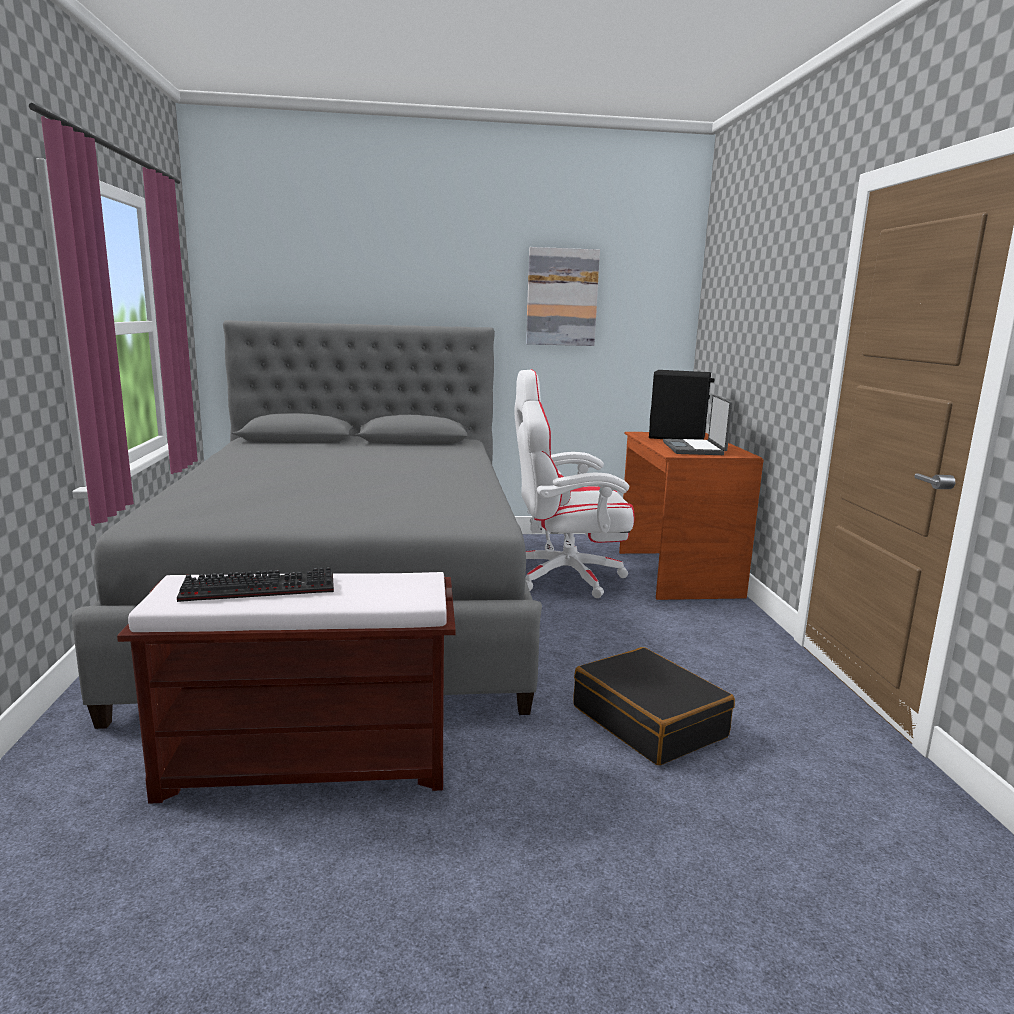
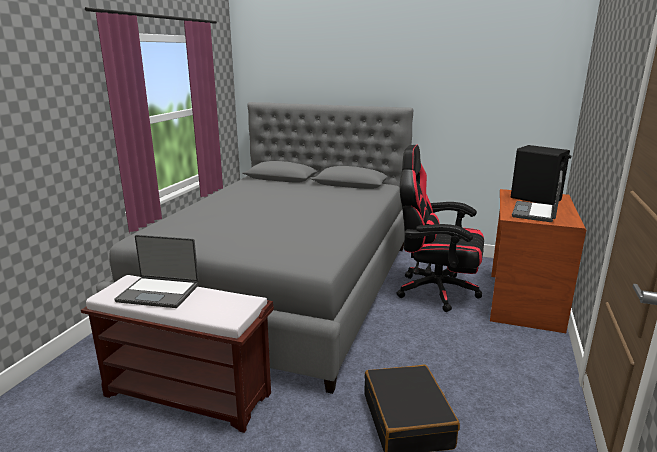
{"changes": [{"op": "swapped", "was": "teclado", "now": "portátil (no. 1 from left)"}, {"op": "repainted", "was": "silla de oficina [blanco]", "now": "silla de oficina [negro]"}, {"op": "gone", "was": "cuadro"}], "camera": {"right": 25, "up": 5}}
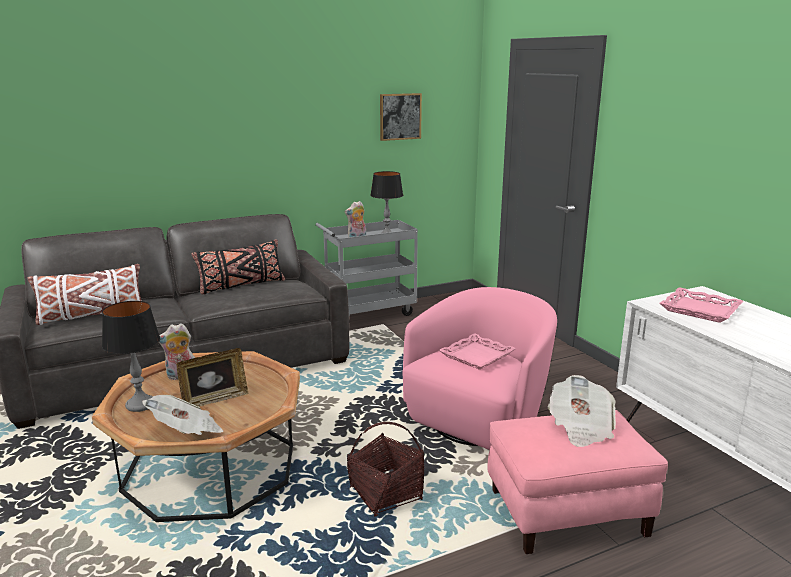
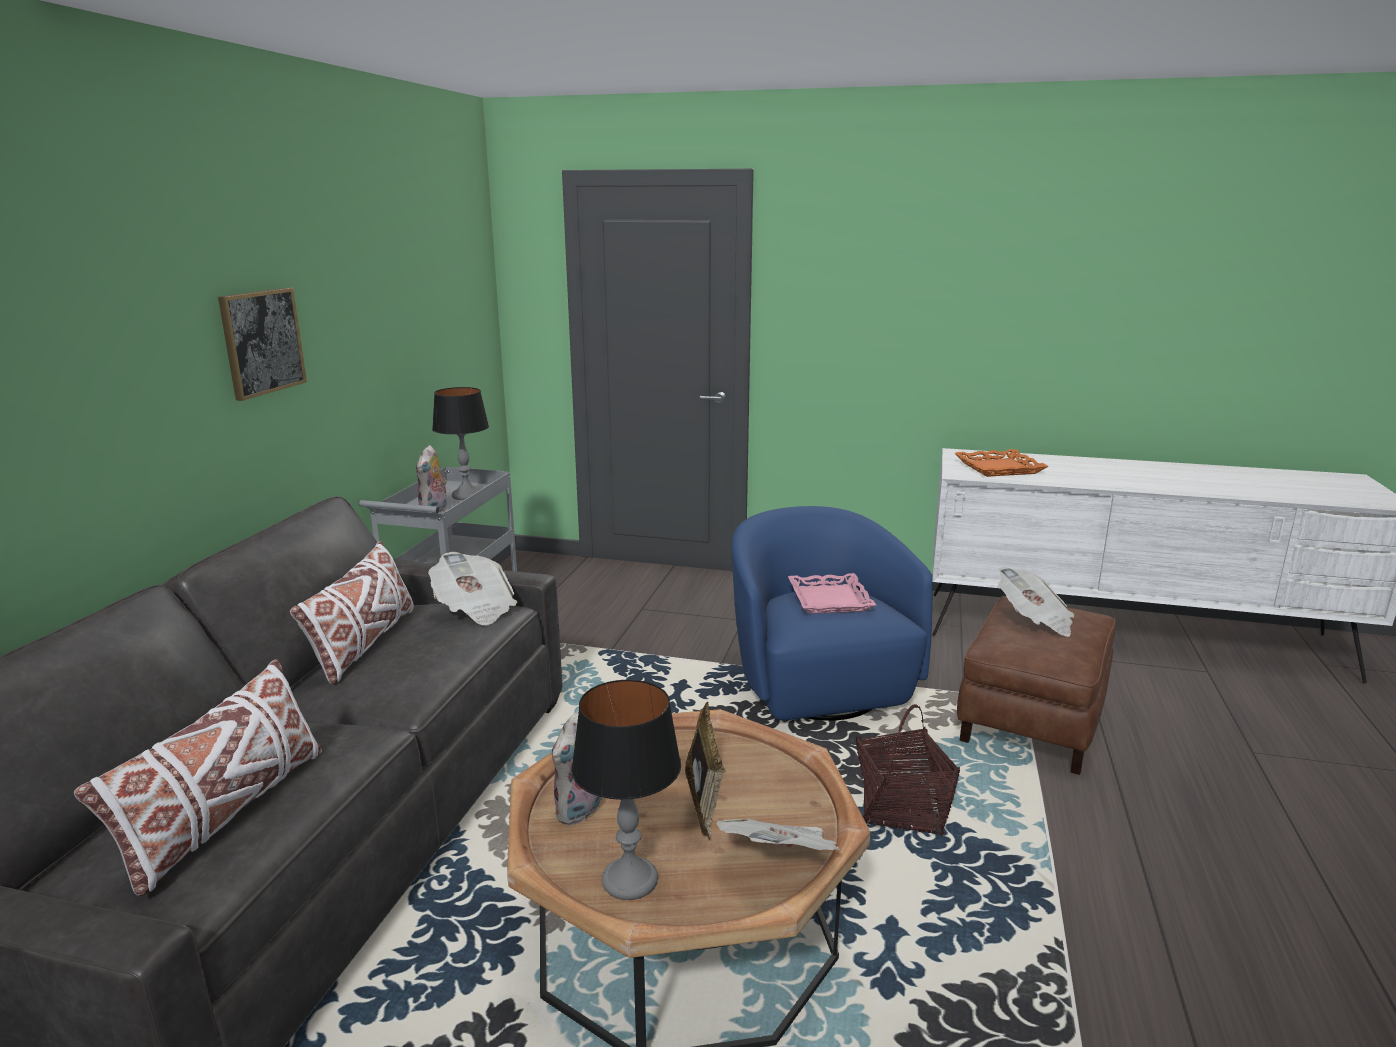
{"changes": [{"op": "shifted", "was": "cuadro"}, {"op": "repainted", "was": "cojín [negro]", "now": "cojín [blanco] (no. 2 from left)"}, {"op": "new", "now": "periódico (no. 1 from left)"}, {"op": "repainted", "was": "sillón [rosa]", "now": "sillón [azul]"}, {"op": "repainted", "was": "bandeja [rosa] (no. 2 from left)", "now": "bandeja [naranja]"}, {"op": "repainted", "was": "puf [rosa]", "now": "puf [marrón]"}], "camera": {"right": -50, "up": 0}}
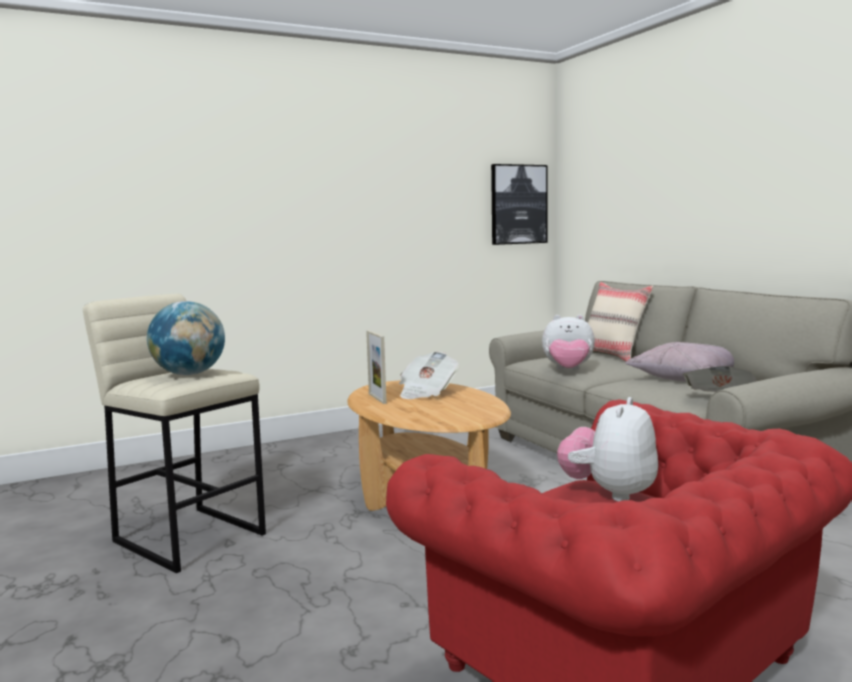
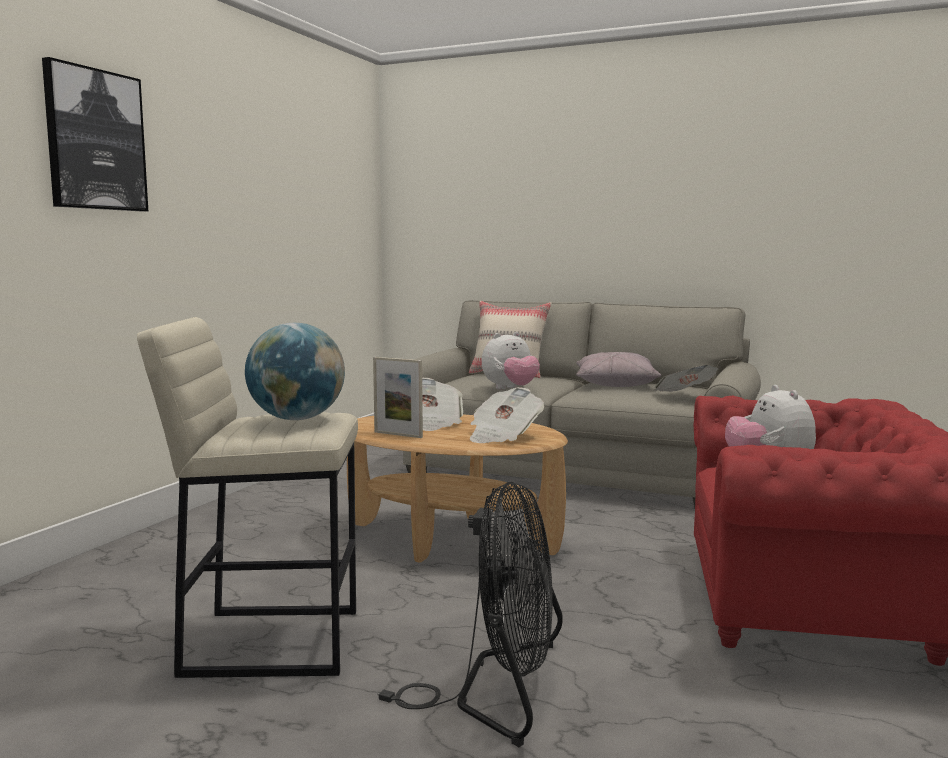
{"changes": [{"op": "shifted", "was": "cuadro"}, {"op": "new", "now": "ventilador [negro]"}, {"op": "new", "now": "periódico (no. 2 from left)"}], "camera": {"right": -40, "up": 0}}
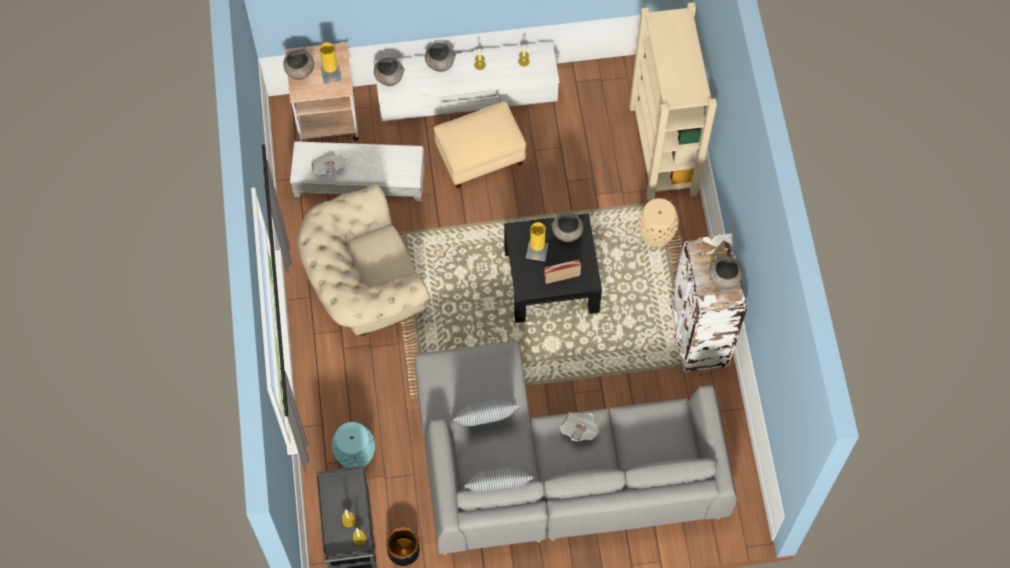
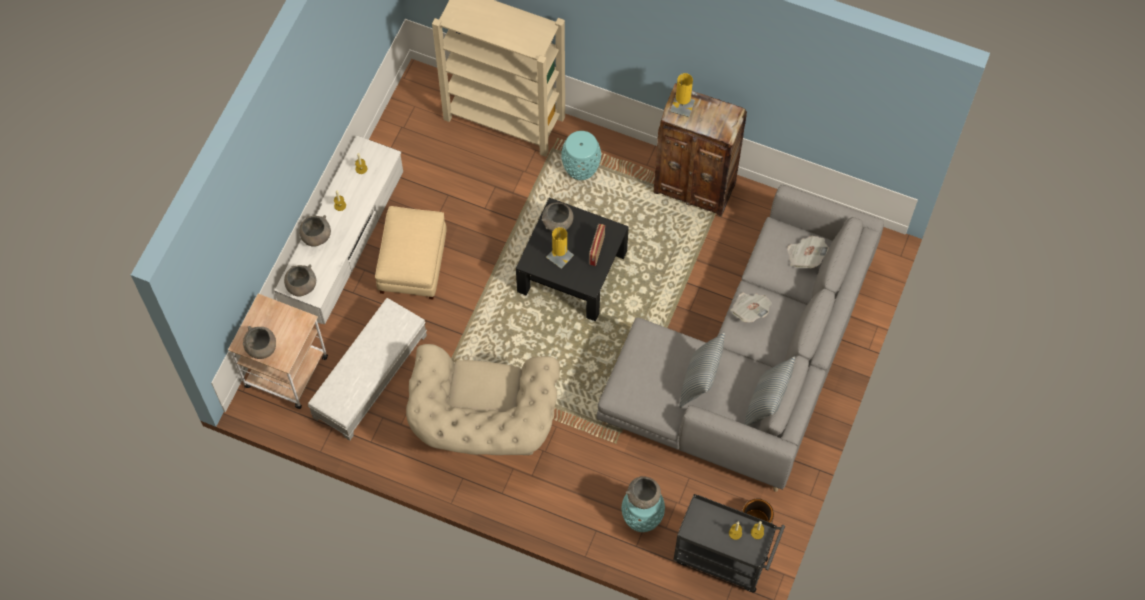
{"changes": [{"op": "repainted", "was": "taburete [beis]", "now": "taburete [turquesa] (no. 1 from left)"}, {"op": "shifted", "was": "cuenco [gris] (no. 5 from left)"}, {"op": "repainted", "was": "armario [blanco]", "now": "armario [marrón]"}, {"op": "shifted", "was": "lámpara de mesa [amarillo] (no. 1 from left in the first image)", "now": "lámpara de mesa [amarillo] (no. 2 from left)"}, {"op": "shifted", "was": "periódico (no. 1 from left in the first image)", "now": "periódico (no. 2 from left)"}], "camera": {"right": -60, "up": 0}}
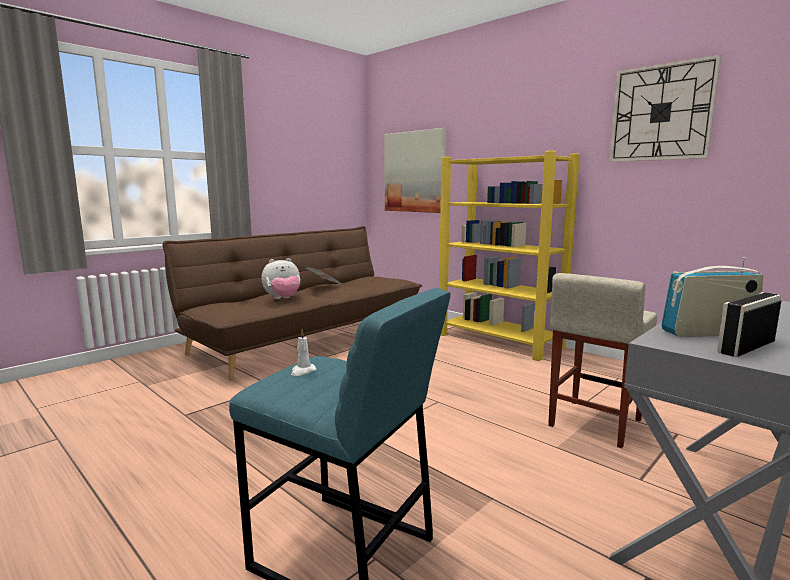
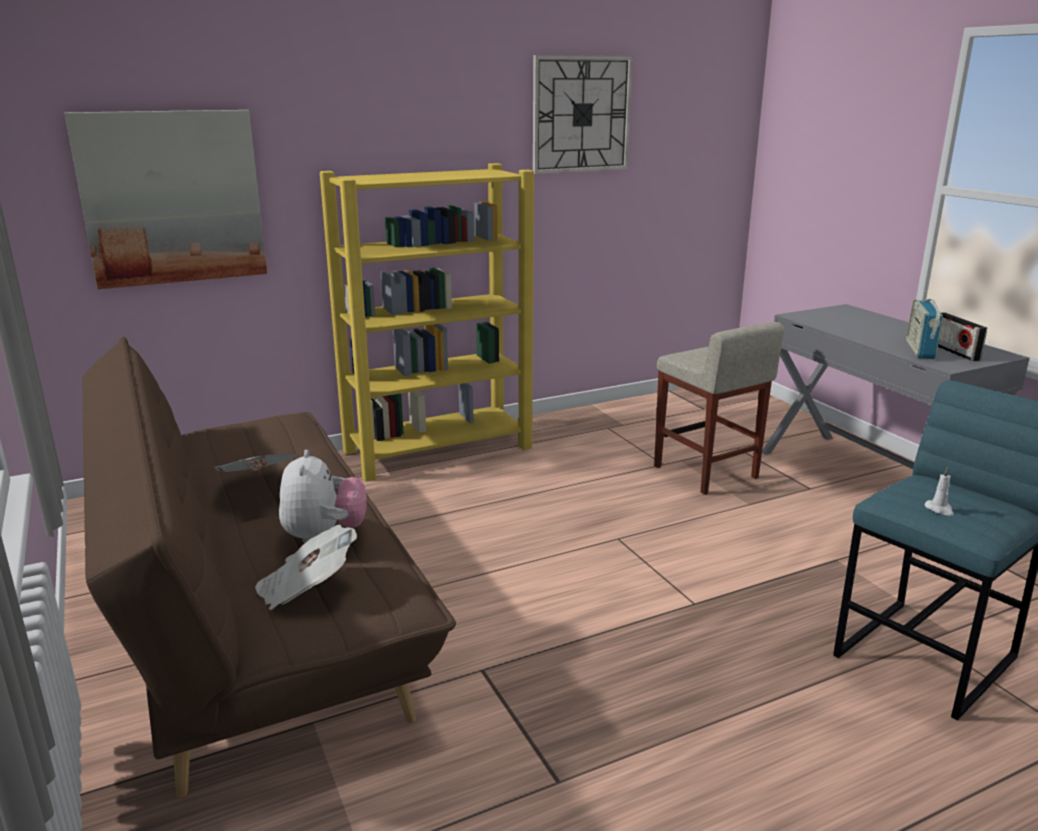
{"changes": [{"op": "new", "now": "periódico (no. 2 from left)"}], "camera": {"right": -70, "up": 10}}
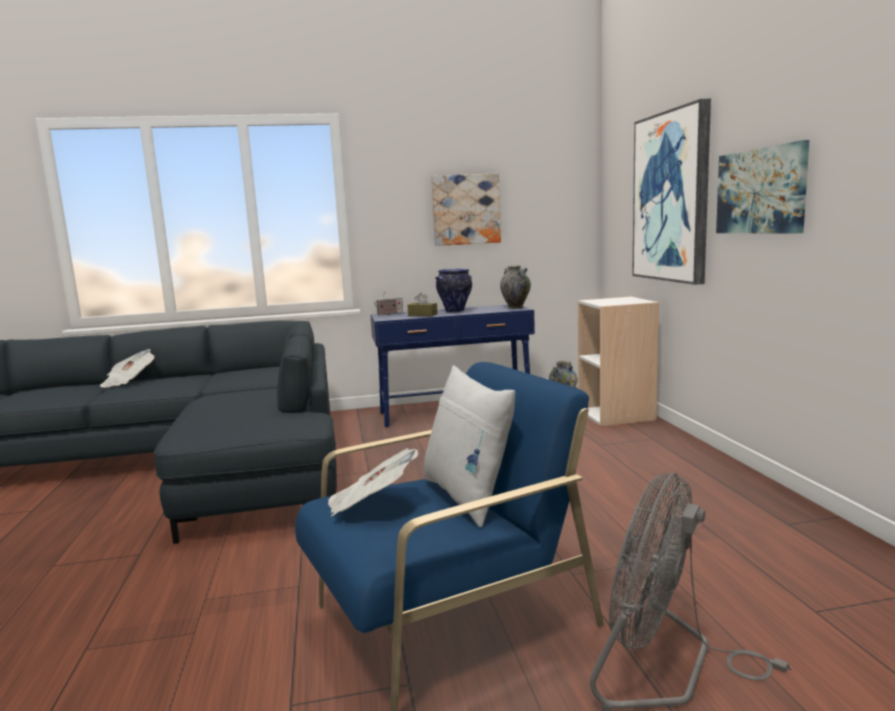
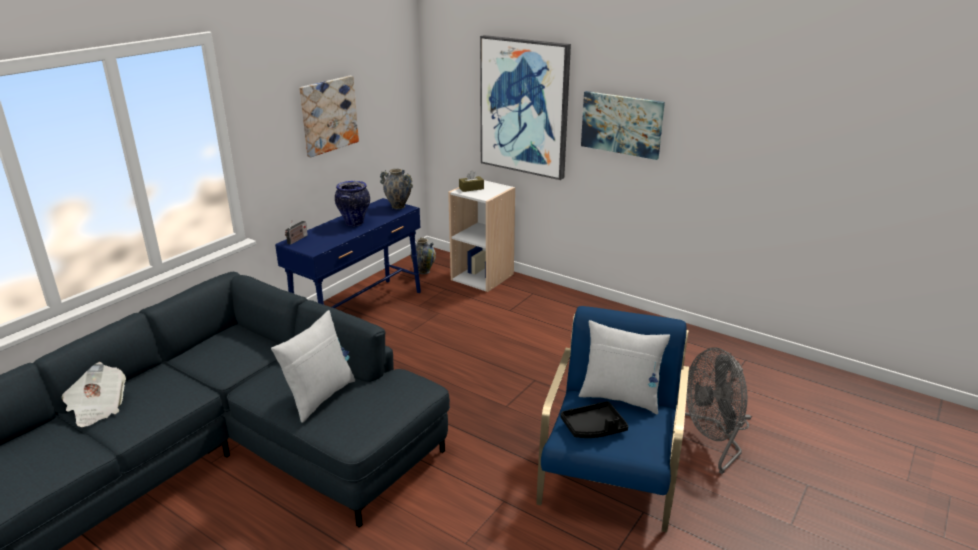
{"changes": [{"op": "new", "now": "cojín [gris] (no. 1 from left)"}, {"op": "shifted", "was": "caja de pañuelos [marrón]"}, {"op": "swapped", "was": "periódico (no. 2 from left)", "now": "bandeja [negro]"}], "camera": {"right": -45, "up": 15}}
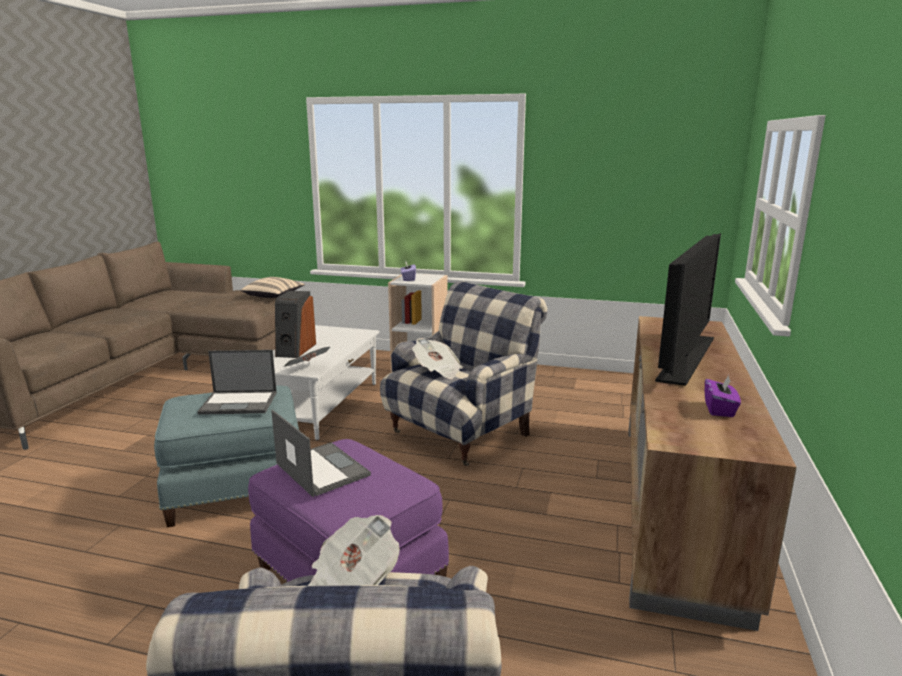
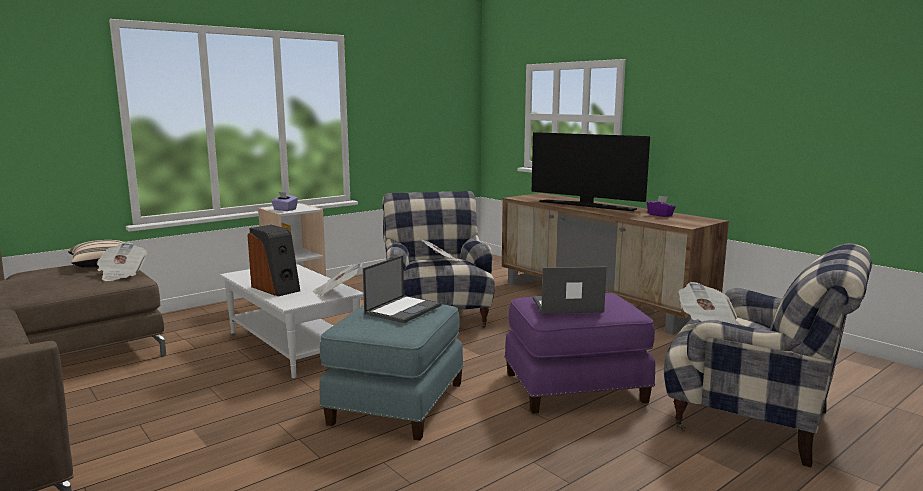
{"changes": [{"op": "new", "now": "periódico (no. 1 from left)"}, {"op": "rotated", "was": "televisor", "clockwise": 150}], "camera": {"right": -55, "up": -5}}
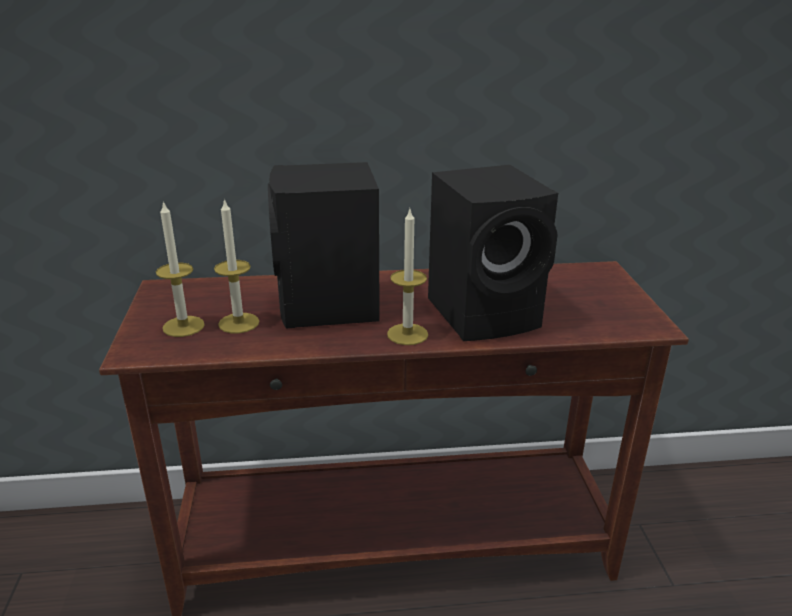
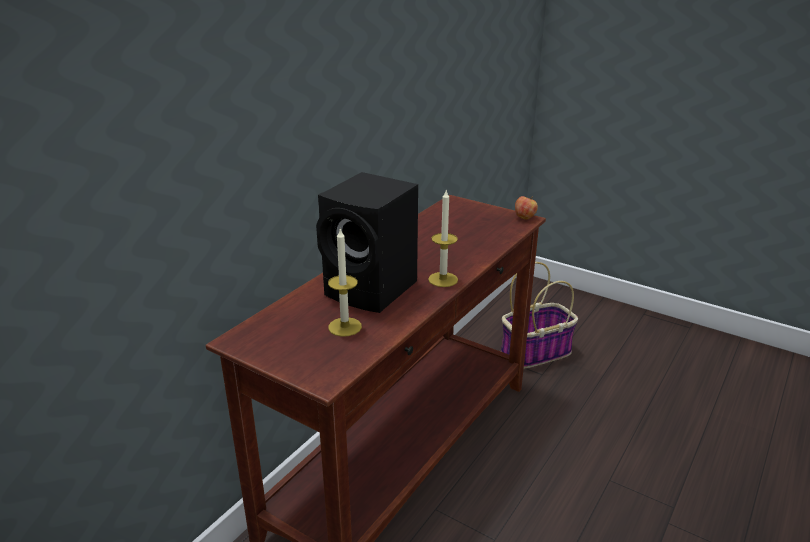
{"changes": [{"op": "new", "now": "cesta"}, {"op": "new", "now": "manzana"}, {"op": "gone", "was": "vela (no. 1 from left)"}, {"op": "gone", "was": "altavoz [negro] (no. 2 from left)"}], "camera": {"right": -50, "up": 0}}
